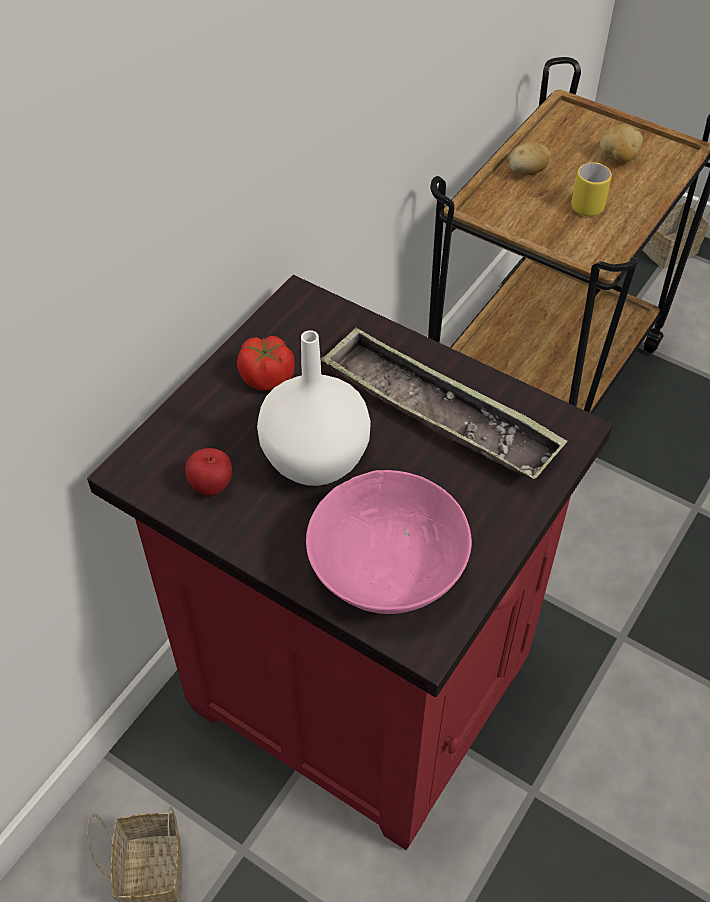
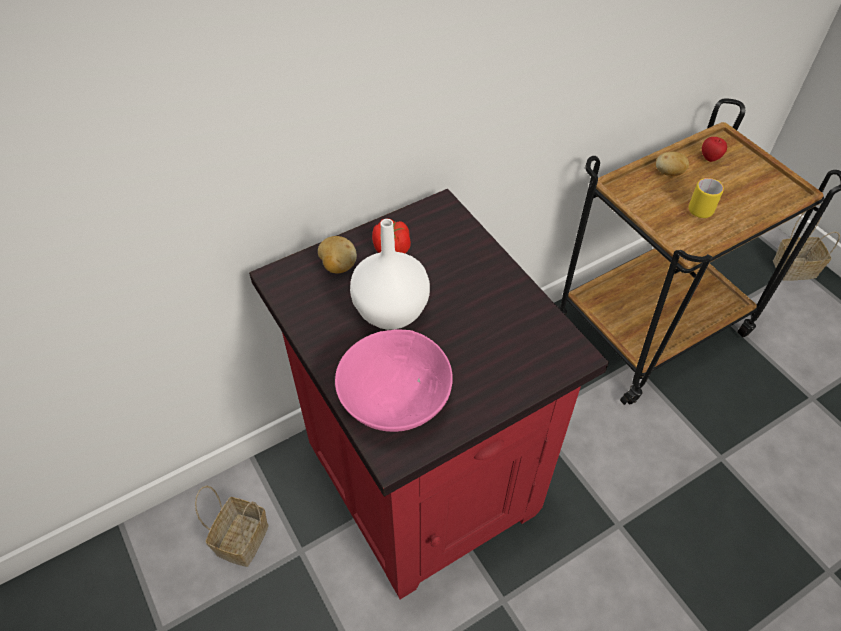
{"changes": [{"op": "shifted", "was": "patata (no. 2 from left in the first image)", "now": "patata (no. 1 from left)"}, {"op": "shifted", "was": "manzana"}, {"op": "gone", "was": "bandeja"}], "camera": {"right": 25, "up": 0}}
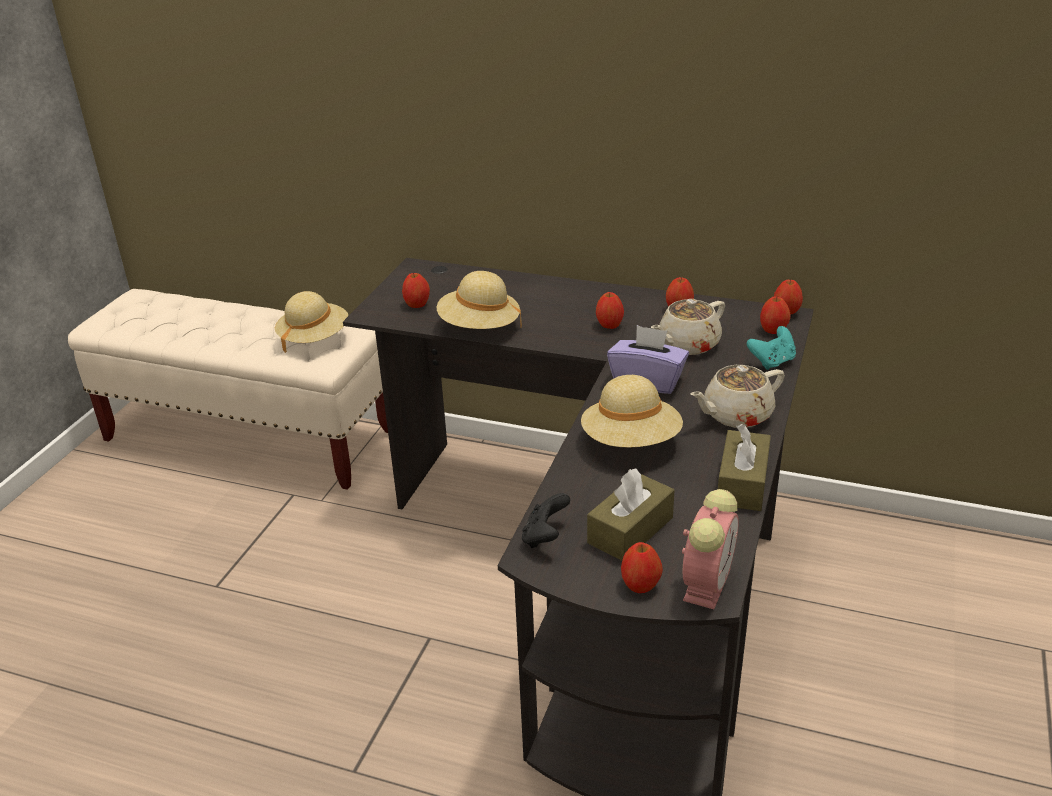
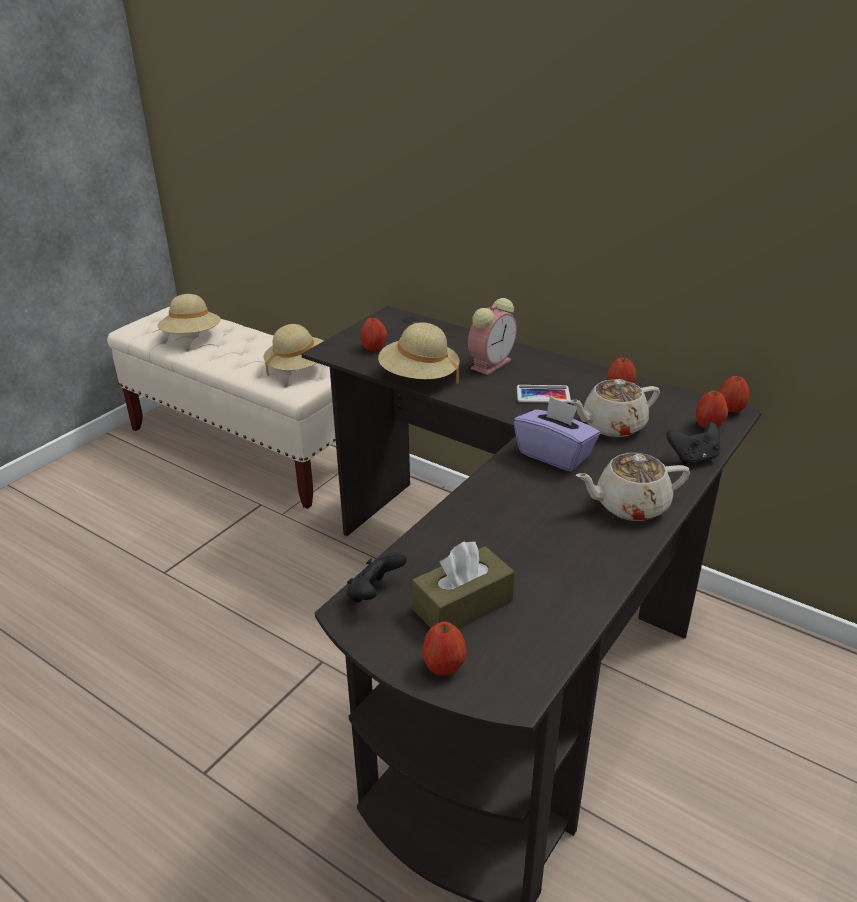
{"changes": [{"op": "shifted", "was": "sombrero [beis] (no. 3 from left in the first image)", "now": "sombrero [beis] (no. 1 from left)"}, {"op": "shifted", "was": "despertador"}, {"op": "swapped", "was": "manzana (no. 2 from left)", "now": "móvil"}, {"op": "repainted", "was": "mando de consola [turquesa]", "now": "mando de consola [negro] (no. 2 from left)"}, {"op": "gone", "was": "caja de pañuelos [marrón] (no. 2 from left)"}], "camera": {"right": 15, "up": 0}}
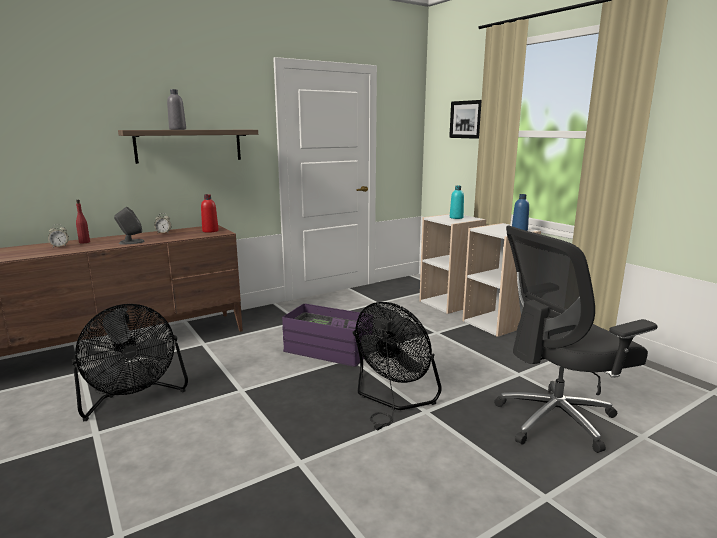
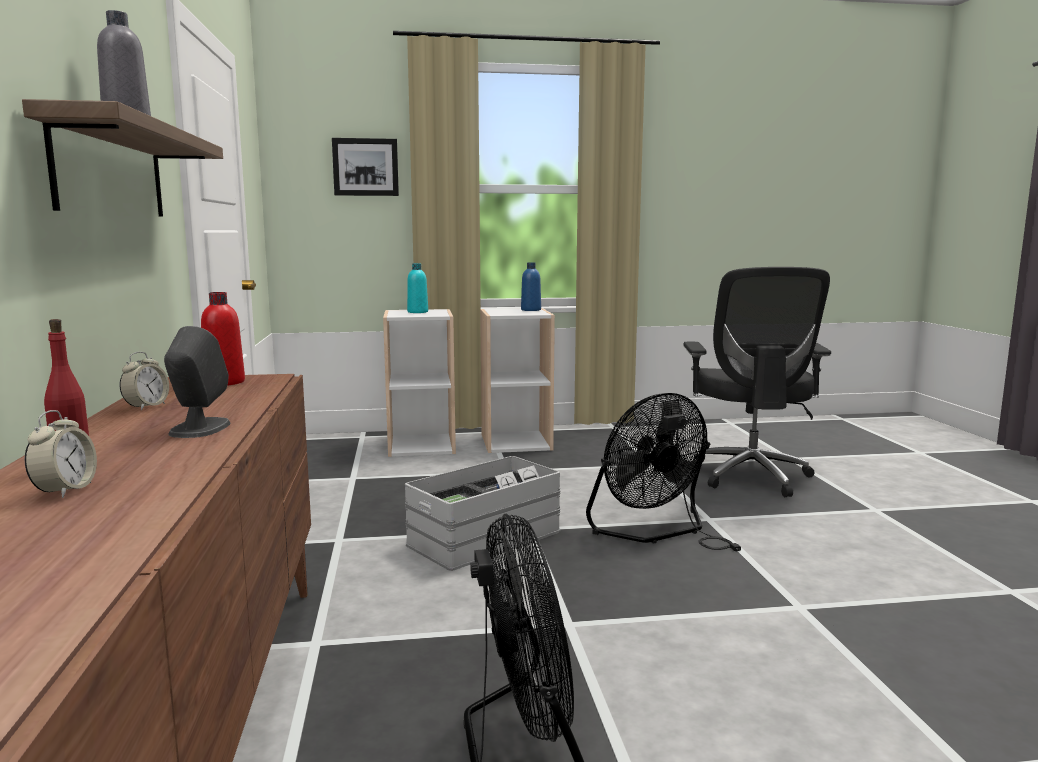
{"changes": [{"op": "repainted", "was": "caja de almacenaje [morado]", "now": "caja de almacenaje [gris]"}], "camera": {"right": -65, "up": -5}}
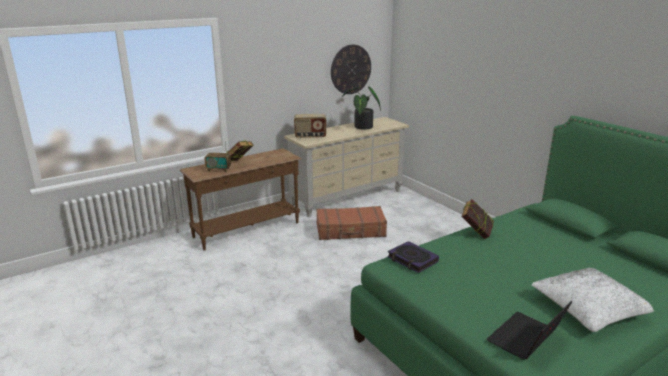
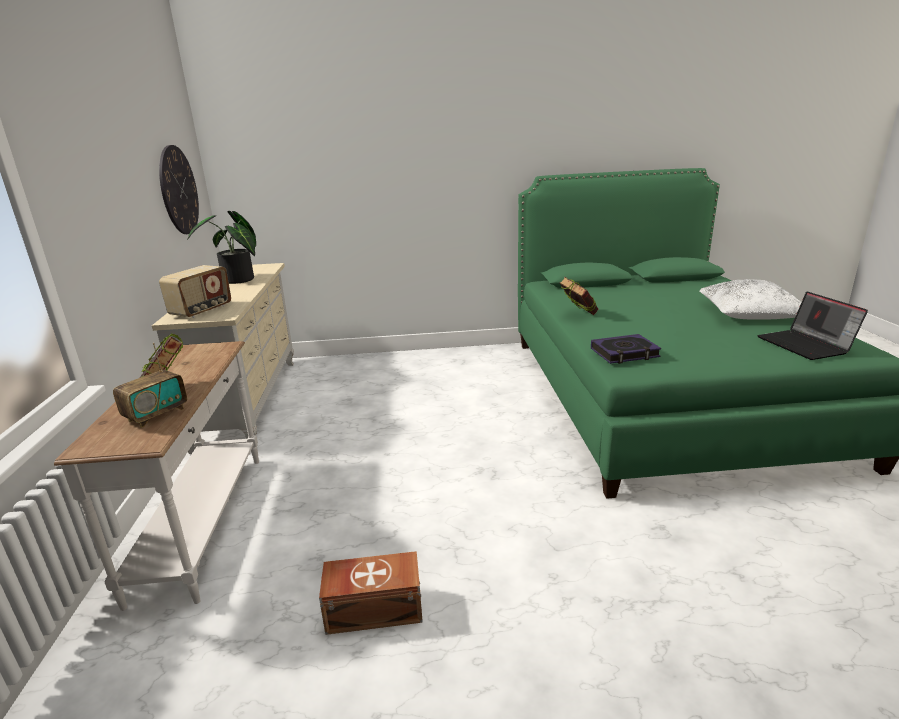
{"changes": [{"op": "repainted", "was": "mesa consola [marrón]", "now": "mesa consola [blanco]"}, {"op": "new", "now": "caja de almacenaje [marrón]"}, {"op": "gone", "was": "maleta [marrón]"}], "camera": {"right": -60, "up": 0}}
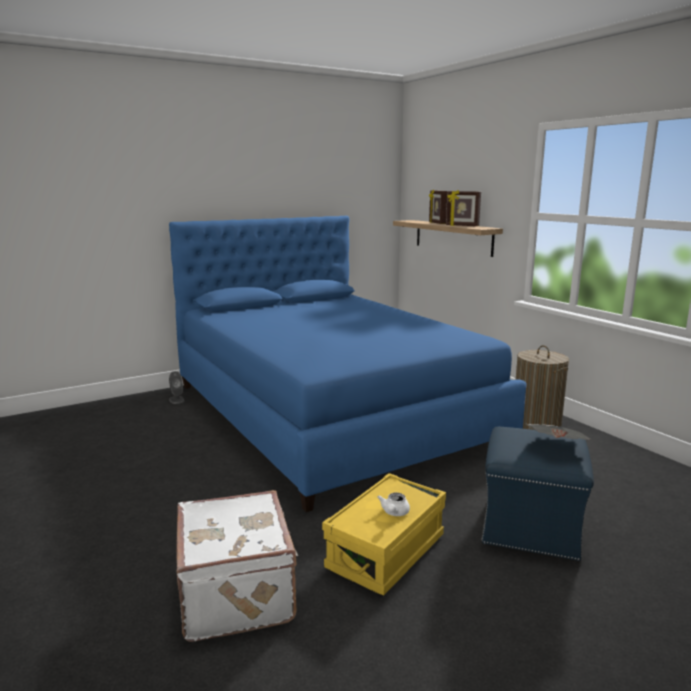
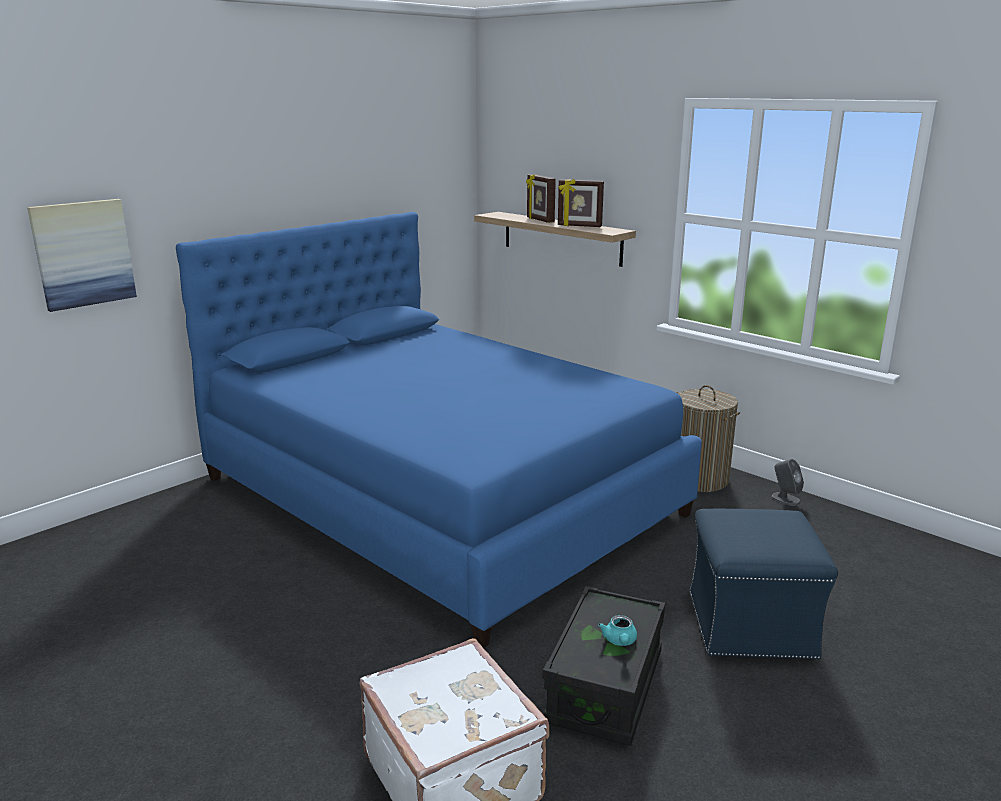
{"changes": [{"op": "new", "now": "cuadro"}, {"op": "repainted", "was": "caja de almacenaje [amarillo]", "now": "caja de almacenaje [negro]"}, {"op": "repainted", "was": "tetera [blanco]", "now": "tetera [turquesa]"}, {"op": "shifted", "was": "altavoz [gris]"}, {"op": "gone", "was": "periódico"}], "camera": {"right": -15, "up": 5}}
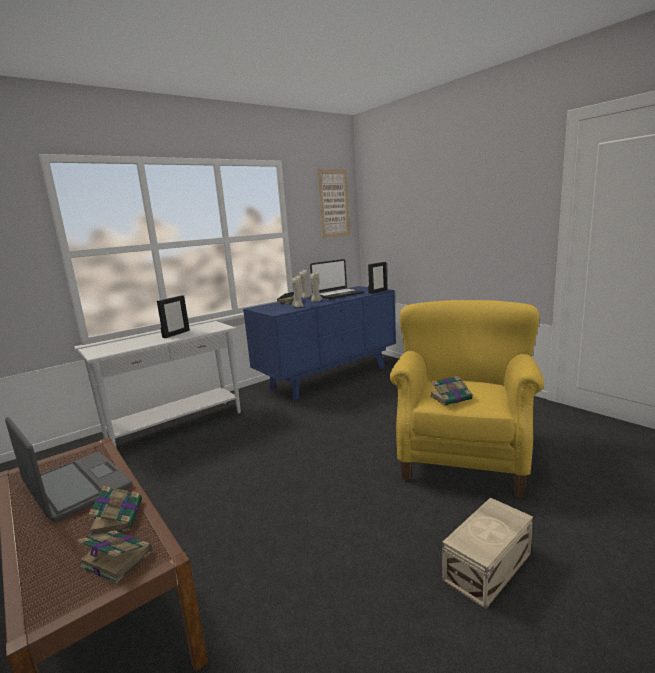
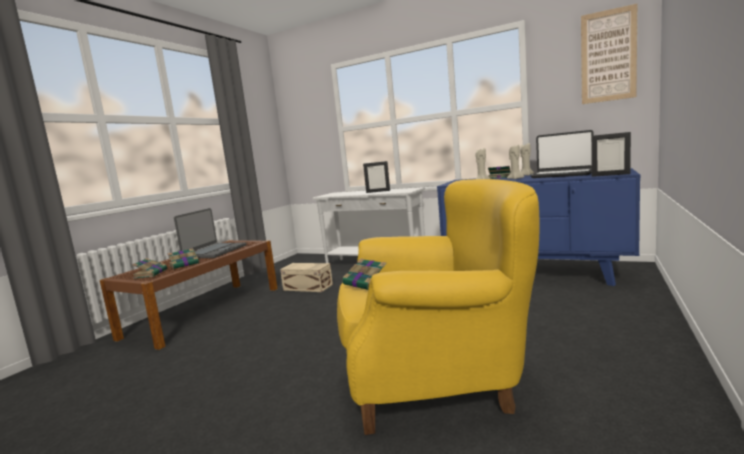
{"changes": [{"op": "shifted", "was": "caja de almacenaje [beis]"}], "camera": {"right": 65, "up": -5}}
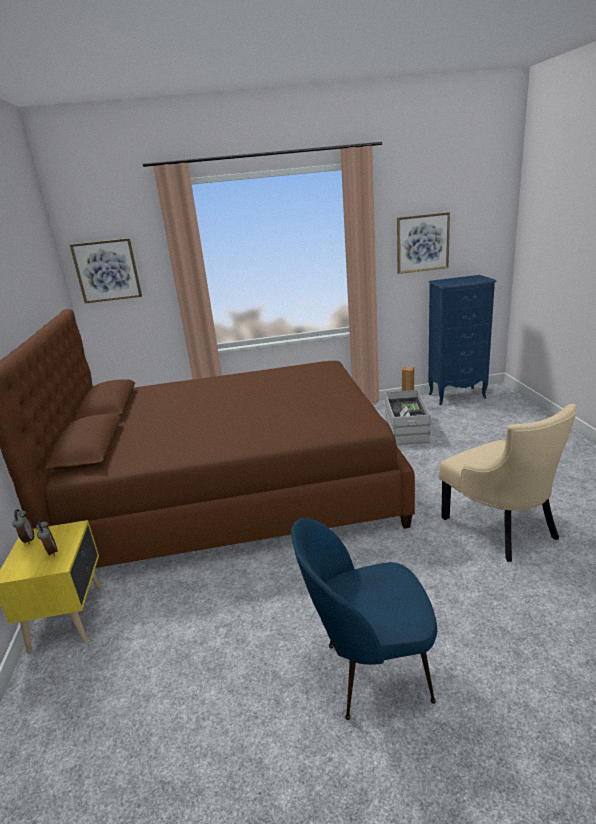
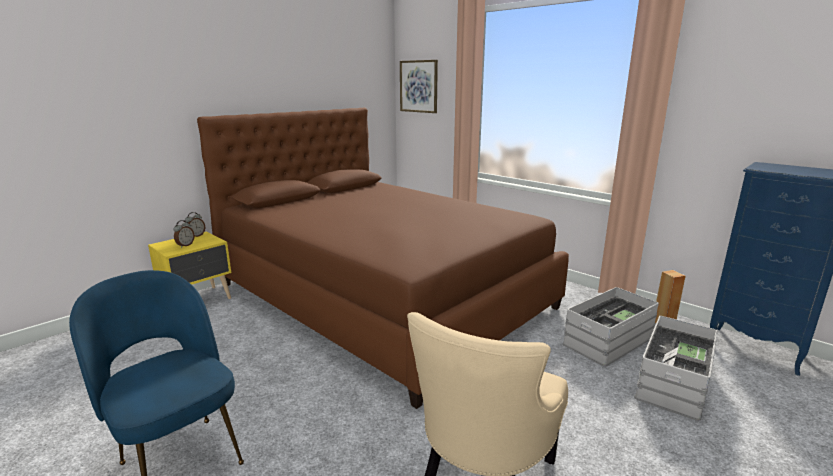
{"changes": [{"op": "new", "now": "caja de almacenaje [gris] (no. 2 from left)"}, {"op": "gone", "was": "cuadro (no. 2 from left)"}], "camera": {"right": 50, "up": -5}}
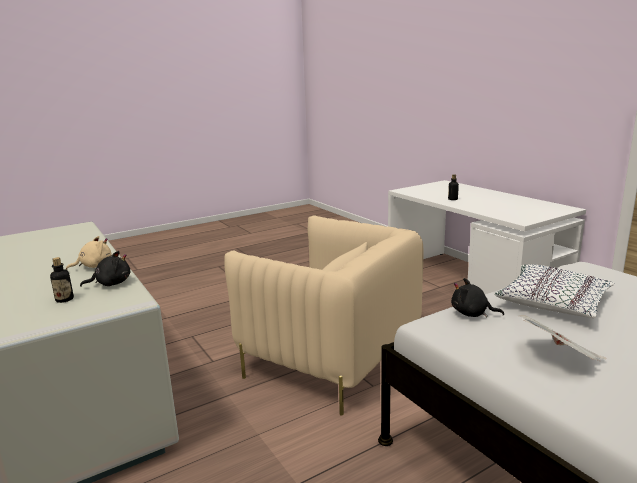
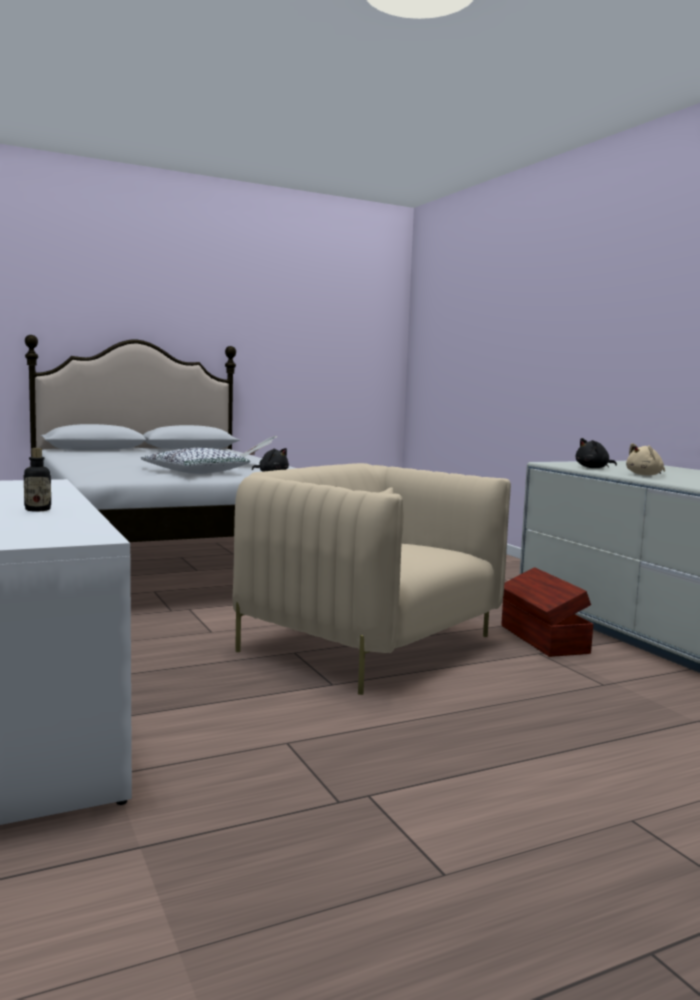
{"changes": [{"op": "new", "now": "caja de almacenaje [marrón]"}, {"op": "gone", "was": "botella (no. 1 from left)"}], "camera": {"right": -175, "up": -10}}
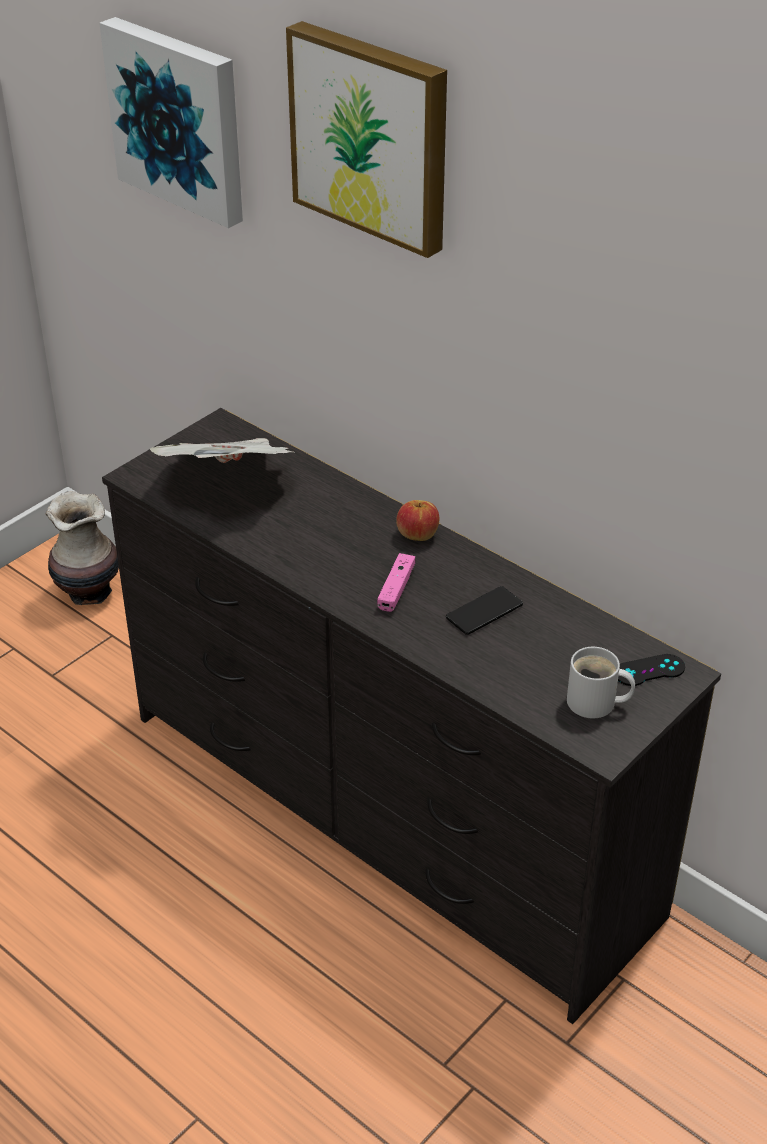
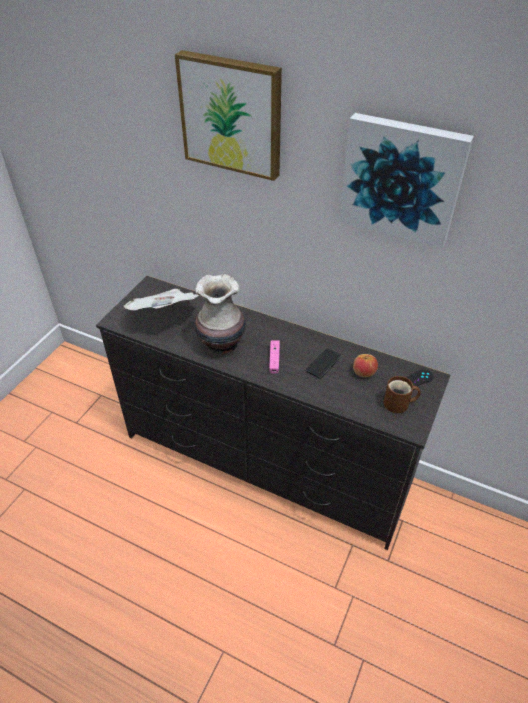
{"changes": [{"op": "shifted", "was": "florero"}, {"op": "shifted", "was": "cuadro (no. 1 from left in the first image)", "now": "cuadro (no. 2 from left)"}, {"op": "shifted", "was": "manzana"}, {"op": "repainted", "was": "taza grande [blanco]", "now": "taza grande [marrón]"}], "camera": {"right": -15, "up": 5}}
